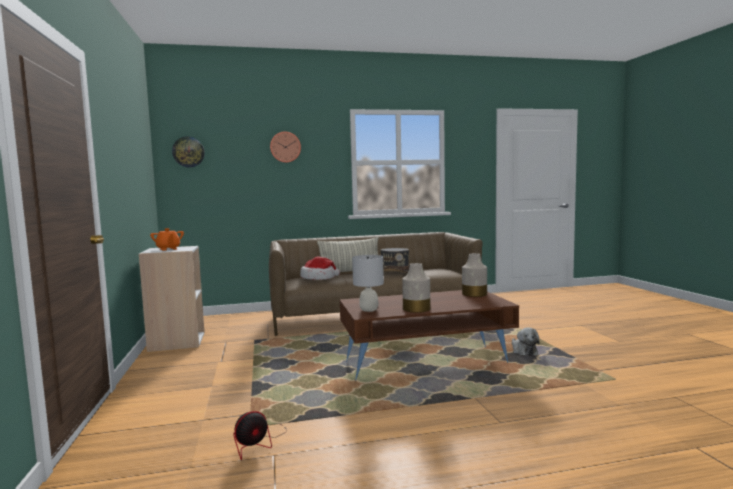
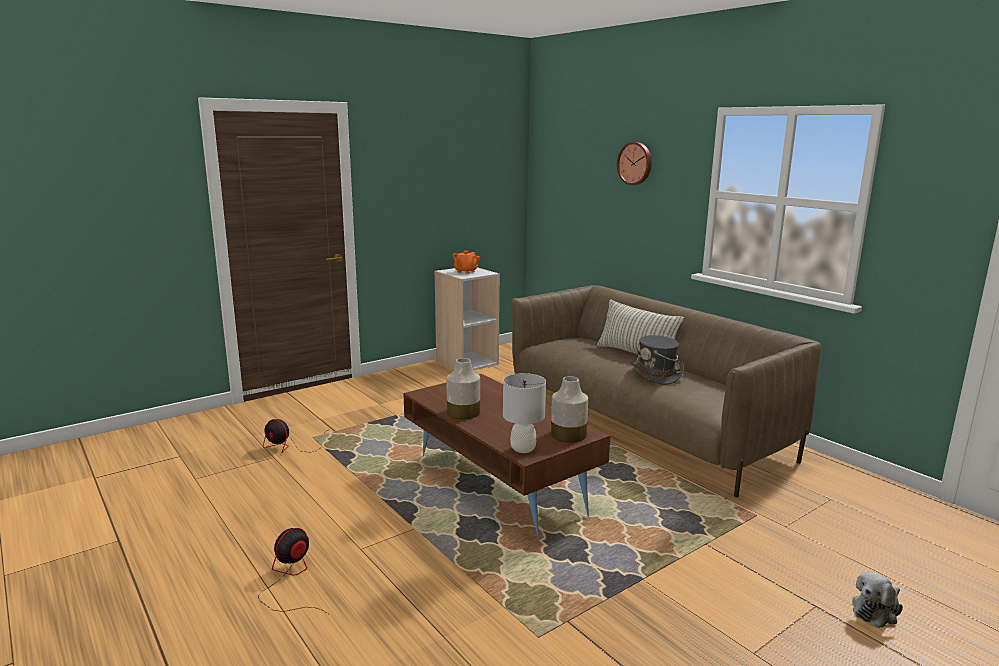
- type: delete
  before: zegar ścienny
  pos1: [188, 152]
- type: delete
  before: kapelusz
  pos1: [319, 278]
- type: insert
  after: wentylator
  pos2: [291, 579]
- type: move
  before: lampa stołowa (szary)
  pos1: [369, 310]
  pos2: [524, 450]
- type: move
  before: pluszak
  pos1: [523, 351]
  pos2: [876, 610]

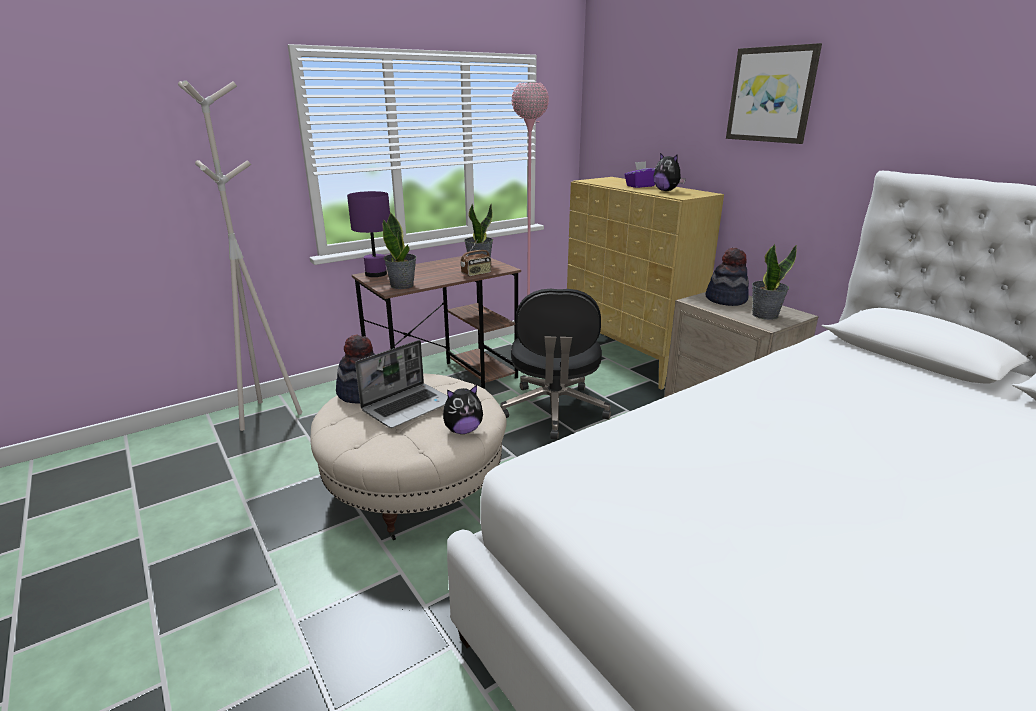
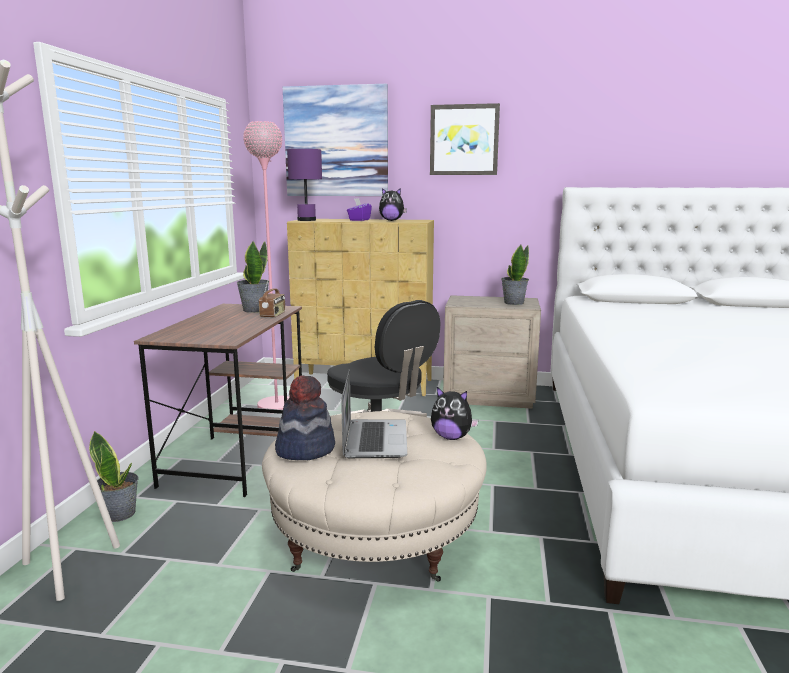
- type: delete
  before: kapelusz
  pos1: [726, 299]
- type: insert
  after: obraz
  pos2: [336, 142]
- type: move
  before: lampa stołowa (fioletowy)
  pos1: [375, 274]
  pos2: [307, 220]
- type: move
  before: roślina doniczkowa
  pos1: [402, 285]
  pos2: [120, 513]
- type: rotate
  before: pluszak
  pos1: [463, 430]
  pos2: [451, 437]
  turn: 90

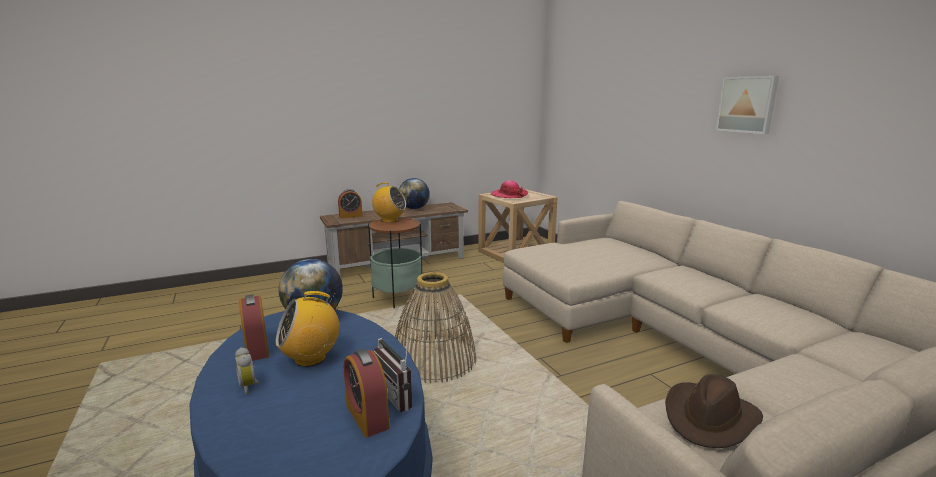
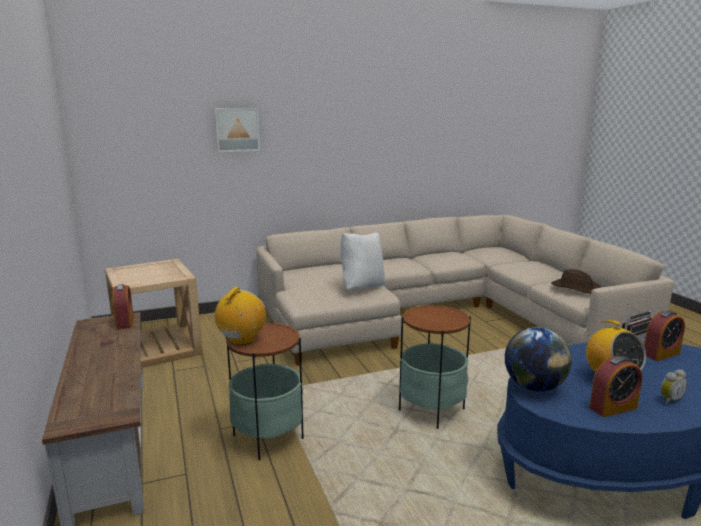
- type: delete
  before: globus
  pos1: [414, 208]
- type: delete
  before: kapelusz
  pos1: [509, 195]
- type: insert
  after: poduszka (biały)
  pos2: [362, 288]
- type: move
  before: budzik
  pos1: [350, 216]
  pos2: [125, 322]
- type: move
  before: obraz
  pos1: [747, 104]
  pos2: [237, 129]
- type: replace
  before: koszyk
  after: stolik
  pos1: [434, 360]
  pos2: [431, 410]

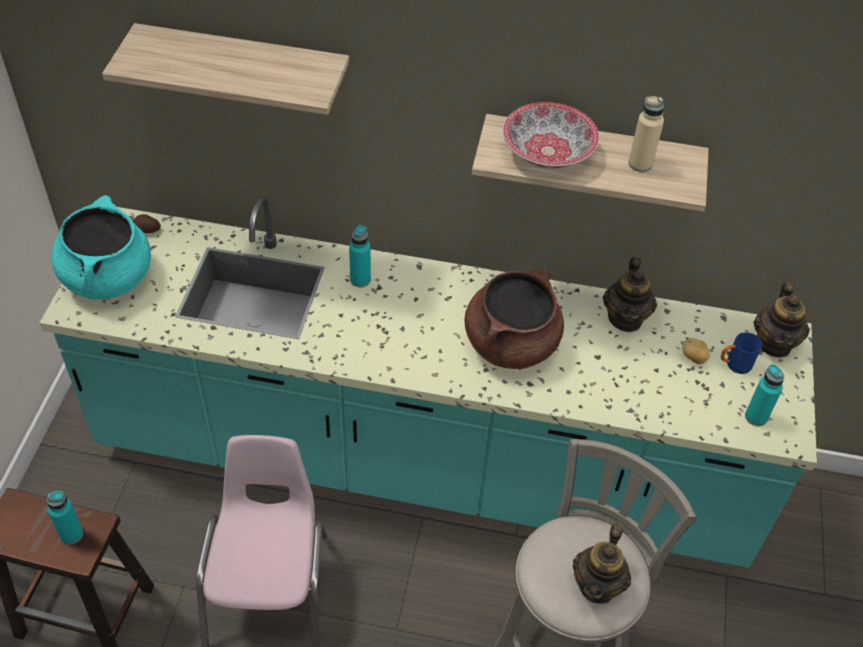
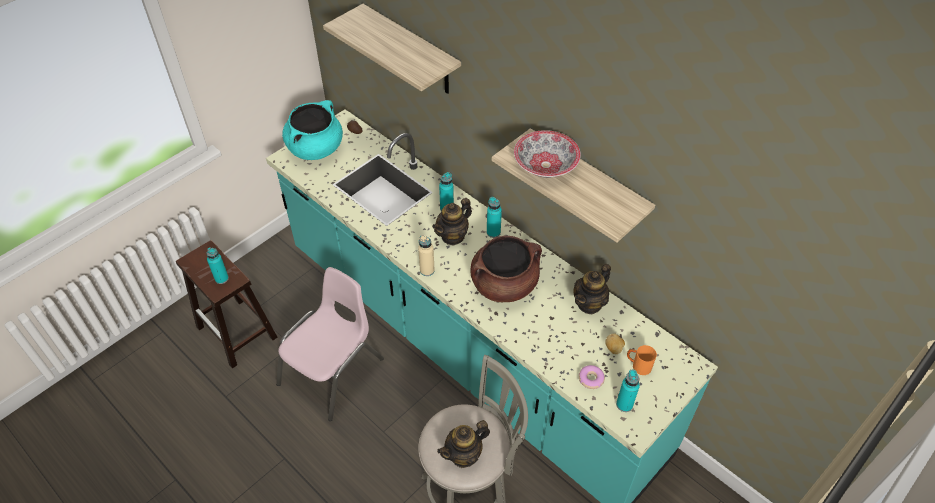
- type: insert
  after: butelka (turkusowy)
  pos2: [493, 232]
- type: insert
  after: donut
  pos2: [591, 379]
- type: move
  before: butelka (beżowy)
  pos1: [640, 164]
  pos2: [427, 270]
- type: move
  before: imbryk
  pos1: [774, 343]
  pos2: [453, 236]
- type: recolor
  before: kubek (niebieski)
  after: kubek (pomarańczowy)
  pos1: [734, 365]
  pos2: [638, 366]

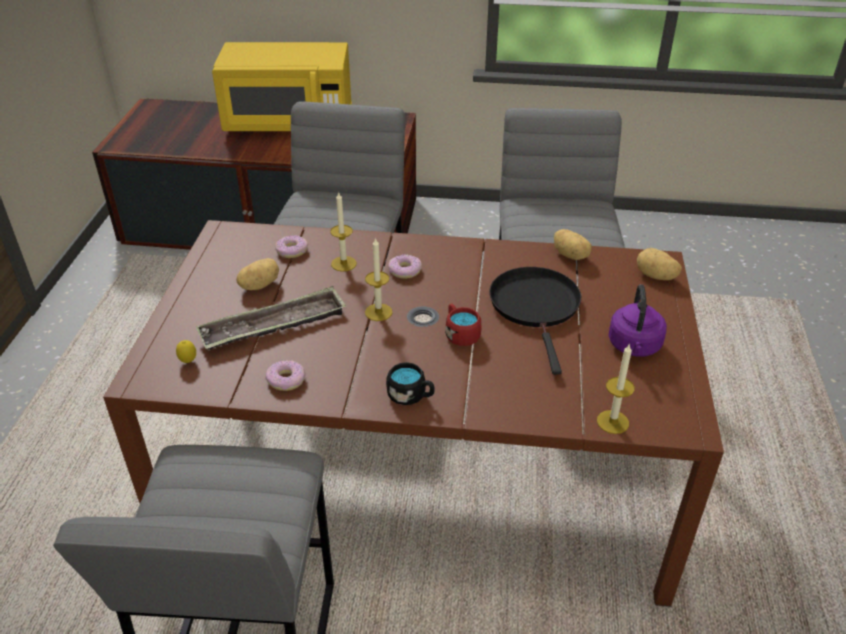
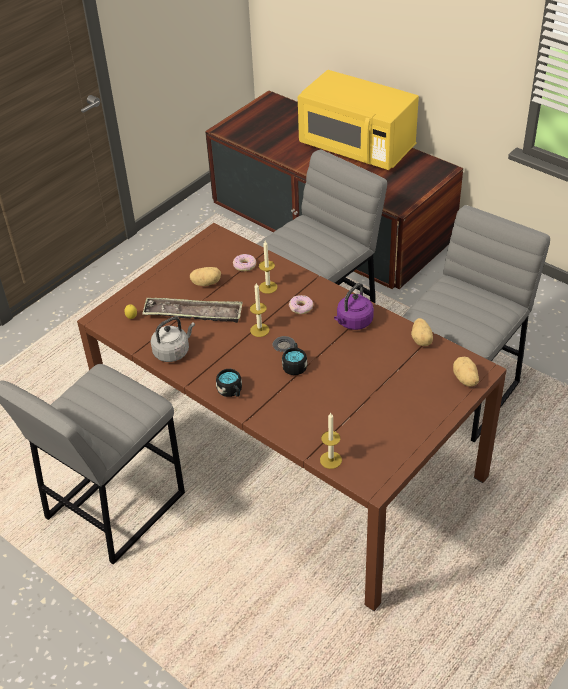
- type: delete
  before: patelnia (czarny)
  pos1: [536, 307]
- type: move
  before: czajnik (fioletowy)
  pos1: [634, 347]
  pos2: [353, 322]
- type: replace
  before: donut
  after: czajnik (szary)
  pos1: [286, 380]
  pos2: [173, 351]
- type: recolor
  before: kubek (czerwony)
  after: kubek (czarny)
  pos1: [460, 334]
  pos2: [295, 365]

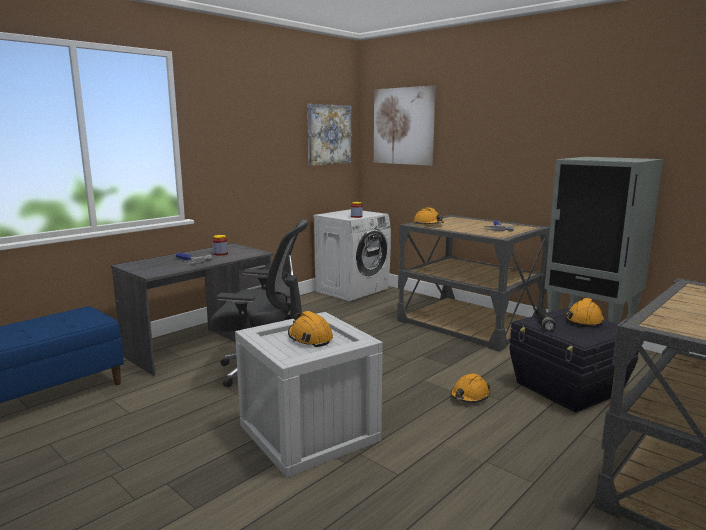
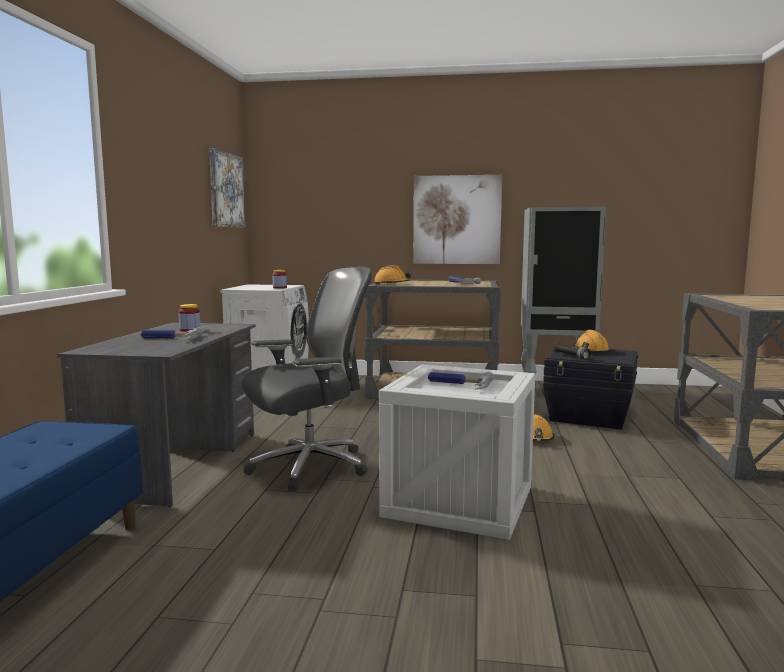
- type: move
  before: obraz
  pos1: [403, 126]
  pos2: [456, 220]
- type: replace
  before: kask (pomarańczowy)
  after: młotek
  pos1: [310, 338]
  pos2: [458, 384]

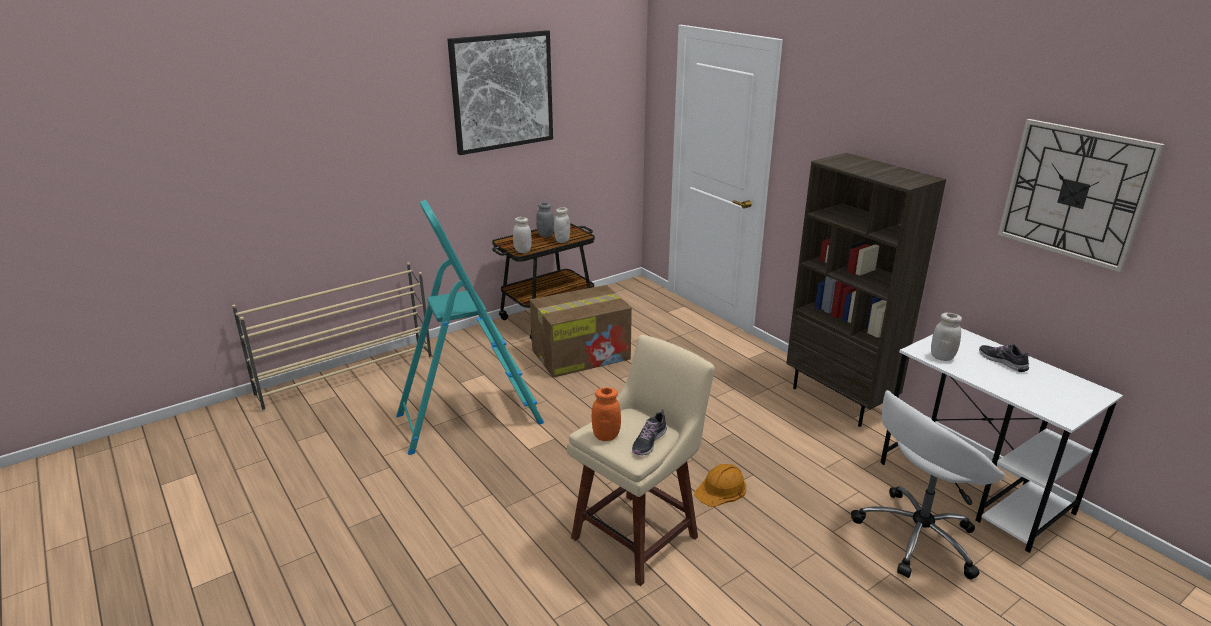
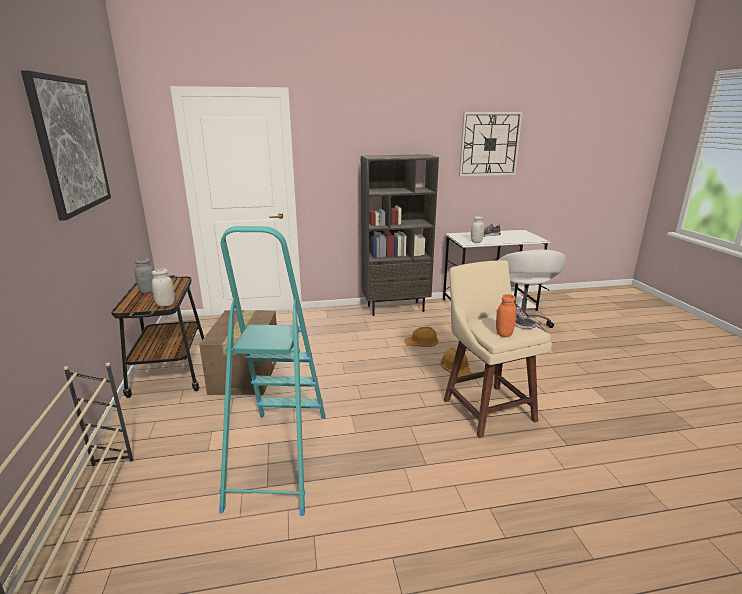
- type: delete
  before: słoik (biały)
  pos1: [562, 240]
- type: insert
  after: kask (pomarańczowy)
  pos2: [422, 341]

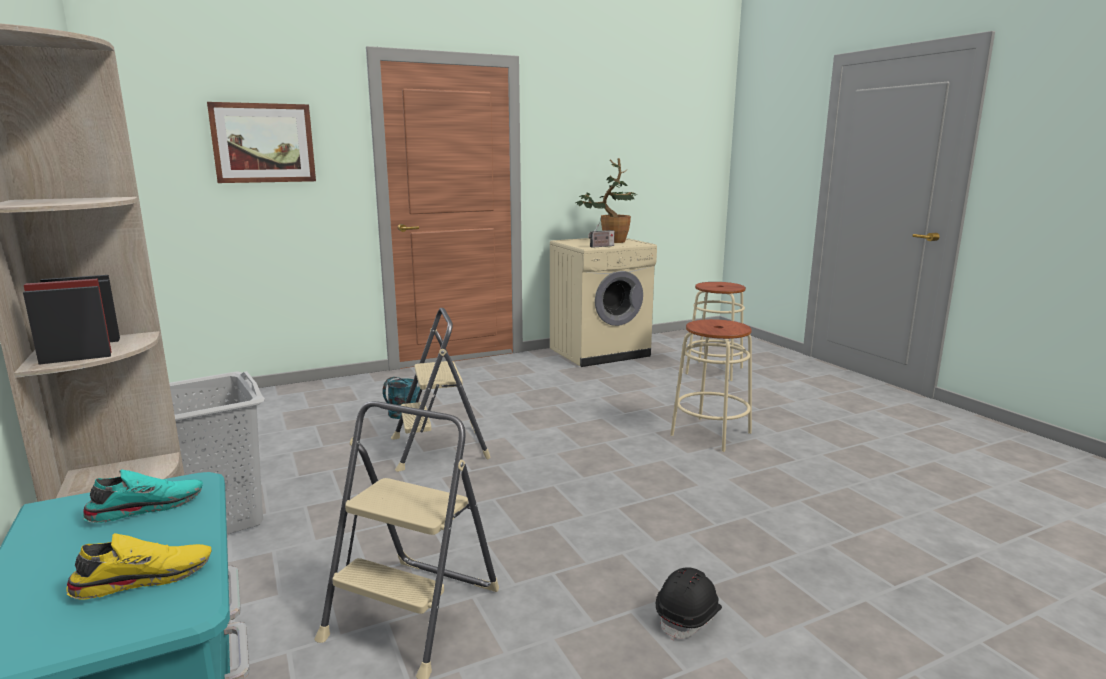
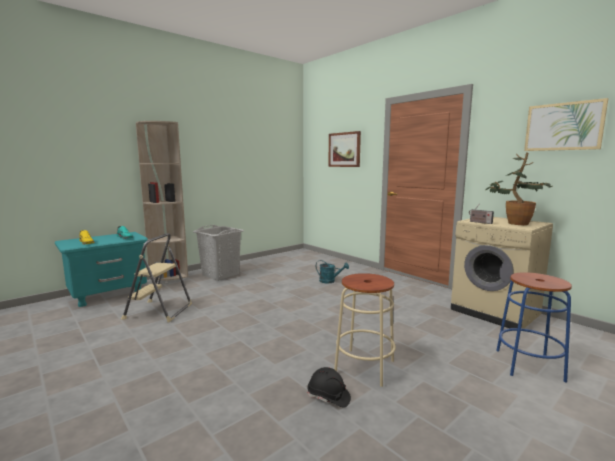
- type: delete
  before: drabinka (beżowy)
  pos1: [444, 447]
- type: insert
  after: obraz
  pos2: [563, 126]
- type: move
  before: kask (czarny)
  pos1: [689, 617]
  pos2: [328, 397]
- type: recolor
  before: stołek (beżowy)
  after: stołek (niebieski)
  pos1: [714, 370]
  pos2: [529, 365]

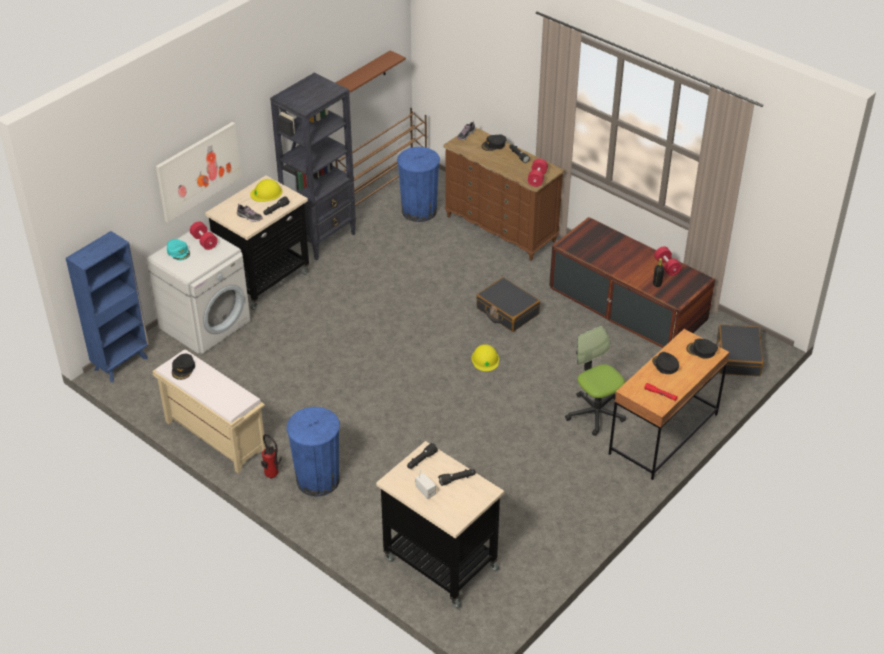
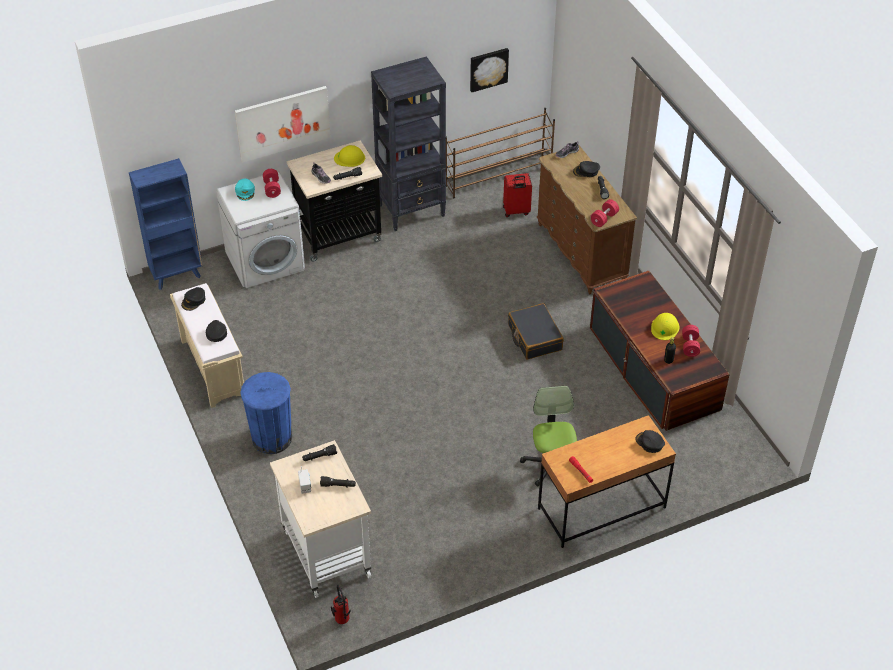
- type: delete
  before: walizka (czarny)
  pos1: [737, 357]
- type: move
  before: gaśnica
  pos1: [272, 476]
  pos2: [342, 622]
- type: move
  before: kask (żółty)
  pos1: [485, 359]
  pos2: [665, 327]
- type: move
  before: czapka z daszkiem (czarny)
  pos1: [665, 365]
  pos2: [216, 333]
- type: replace
  before: półka (brązowy)
  after: obraz
  pos1: [363, 76]
  pos2: [488, 69]
- type: replace
  before: kosz na śmieci (niebieski)
  after: walizka (czerwony)
  pos1: [419, 211]
  pos2: [516, 211]
- type: recolor
  before: wózek (czarny)
  after: wózek (biały)
  pos1: [440, 564]
  pos2: [326, 552]

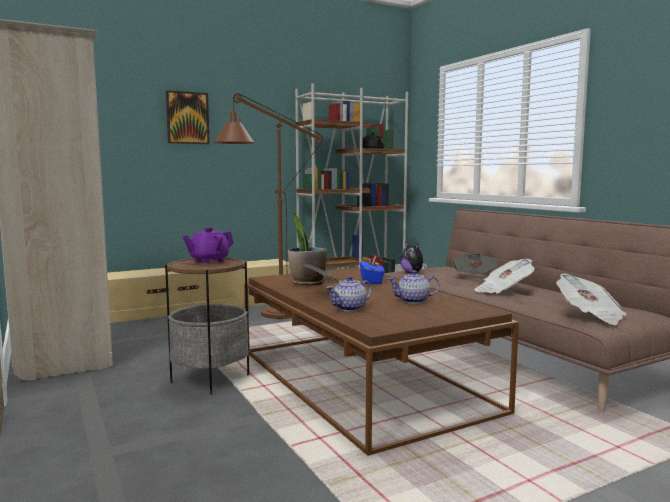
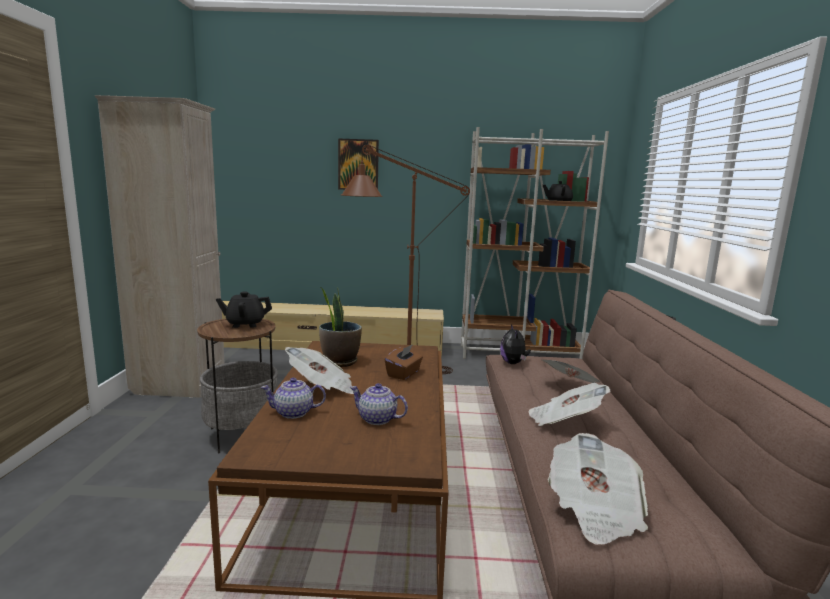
- type: recolor
  before: imbryk (fioletowy)
  after: imbryk (czarny)
  pos1: [209, 261]
  pos2: [245, 324]
- type: recolor
  before: pudełko chusteczek (niebieski)
  after: pudełko chusteczek (brązowy)
  pos1: [371, 281]
  pos2: [404, 374]

